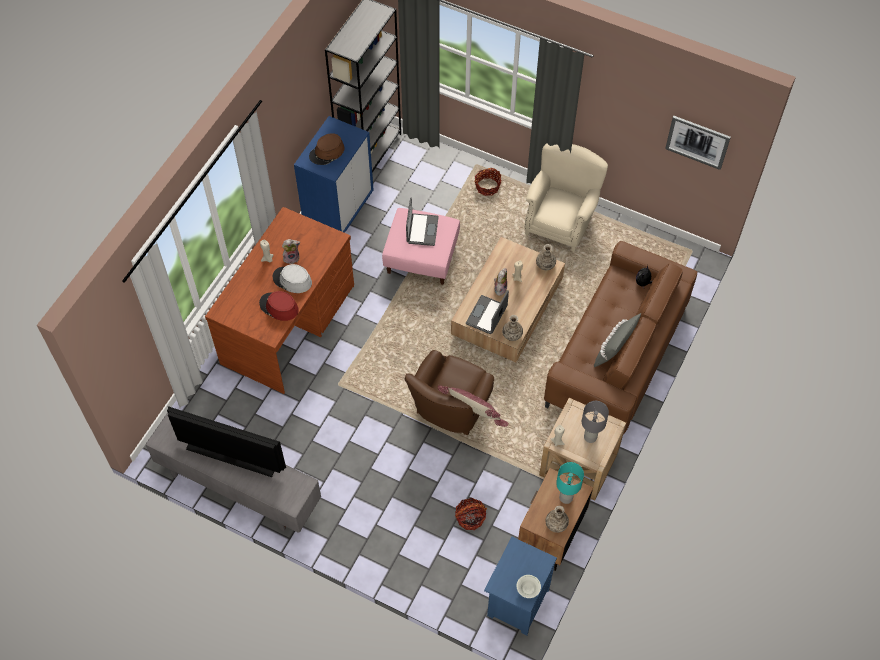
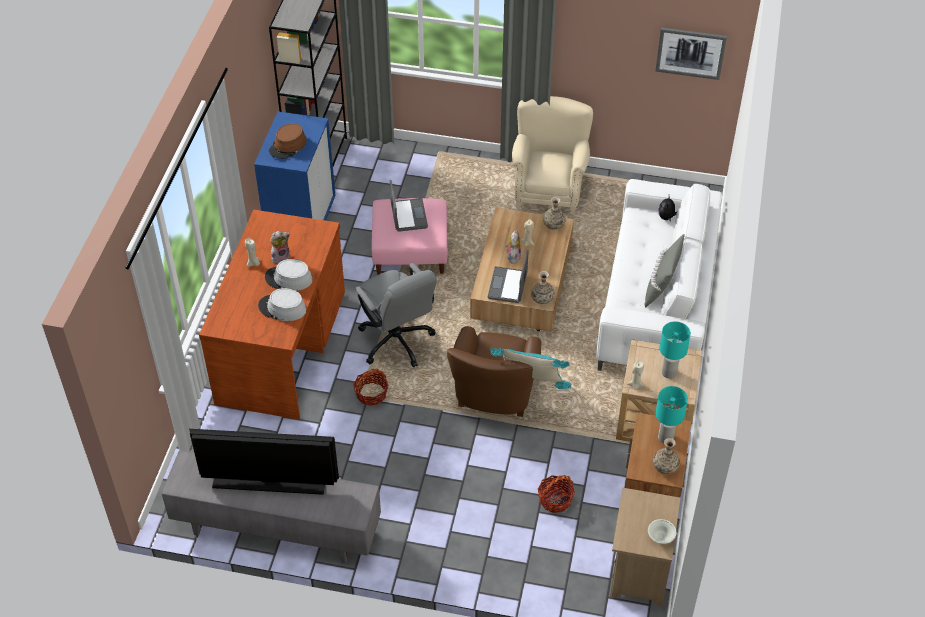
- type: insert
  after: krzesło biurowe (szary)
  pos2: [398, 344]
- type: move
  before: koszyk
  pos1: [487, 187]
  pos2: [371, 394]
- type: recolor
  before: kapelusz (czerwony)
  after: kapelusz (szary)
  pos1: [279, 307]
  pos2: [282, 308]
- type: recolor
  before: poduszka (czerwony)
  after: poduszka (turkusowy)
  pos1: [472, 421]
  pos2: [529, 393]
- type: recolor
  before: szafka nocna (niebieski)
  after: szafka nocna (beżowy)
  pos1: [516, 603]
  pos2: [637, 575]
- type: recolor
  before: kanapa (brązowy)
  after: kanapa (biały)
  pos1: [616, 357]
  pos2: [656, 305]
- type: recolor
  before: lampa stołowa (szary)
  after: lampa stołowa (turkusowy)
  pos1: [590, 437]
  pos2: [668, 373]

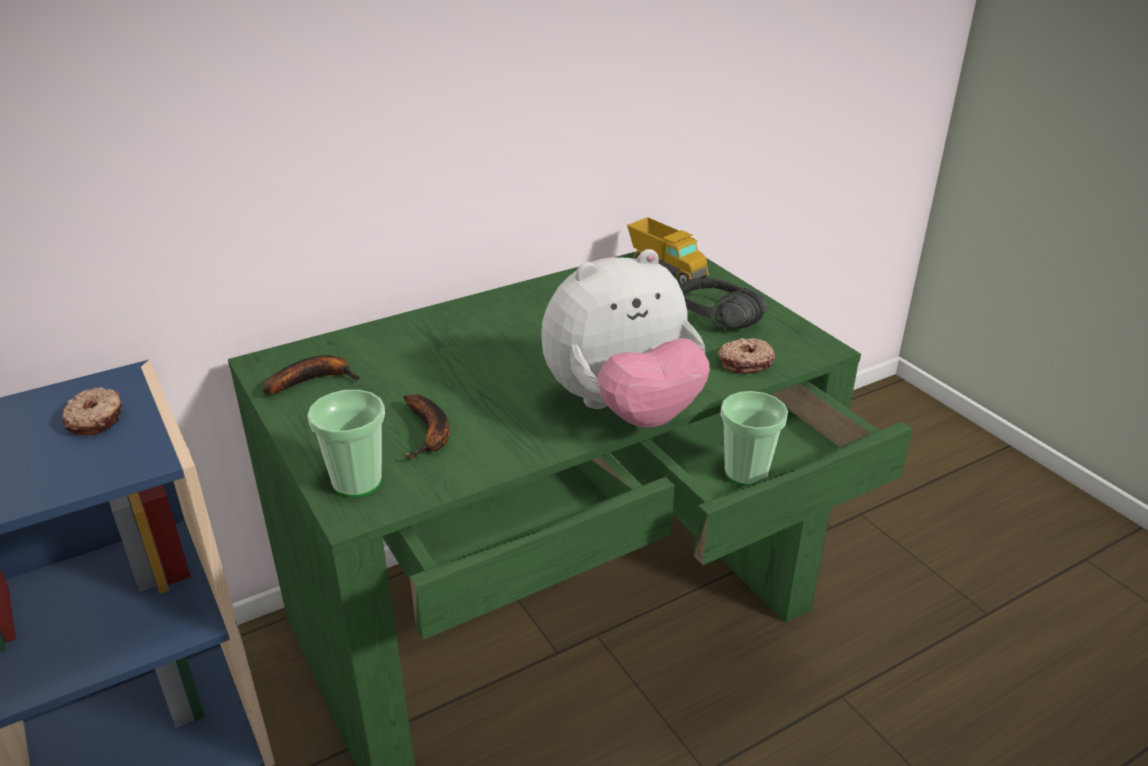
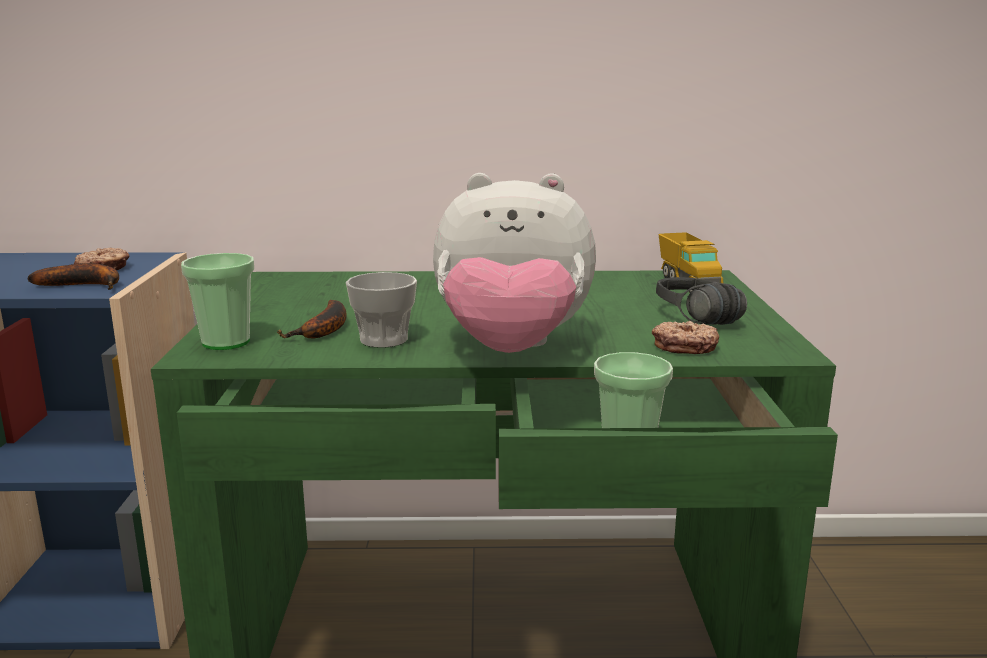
- type: insert
  after: filiżanka
  pos2: [383, 340]
- type: move
  before: banan
  pos1: [314, 380]
  pos2: [85, 285]

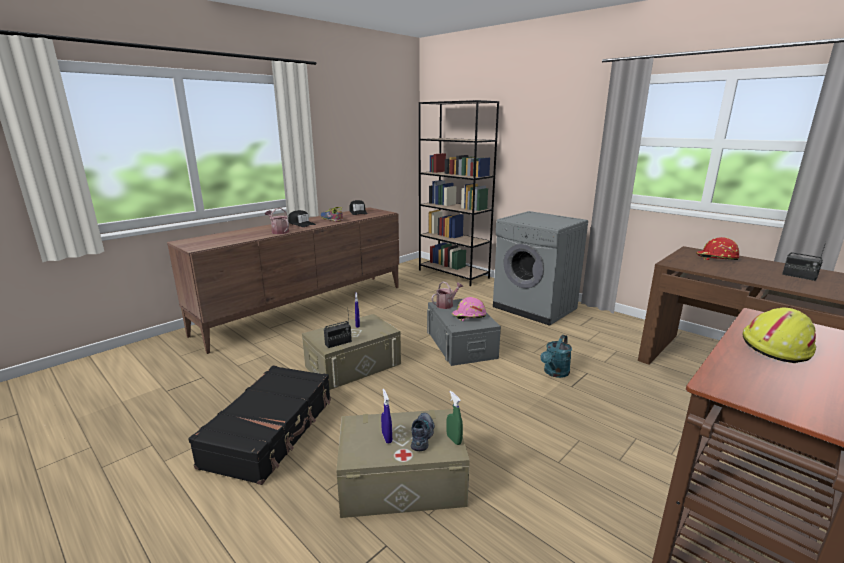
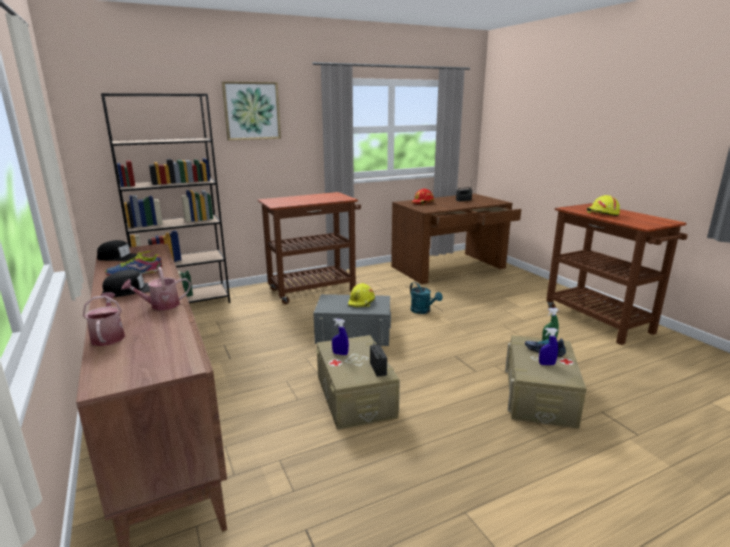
- type: delete
  before: walizka (czarny)
  pos1: [271, 431]
- type: insert
  after: obraz
  pos2: [251, 111]
- type: move
  before: konewka
  pos1: [446, 304]
  pos2: [108, 336]
- type: replace
  before: pralka (szary)
  after: wózek (brązowy)
  pos1: [534, 308]
  pos2: [313, 290]
- type: recolor
  before: kask (różowy)
  after: kask (żółty)
  pos1: [468, 316]
  pos2: [362, 302]

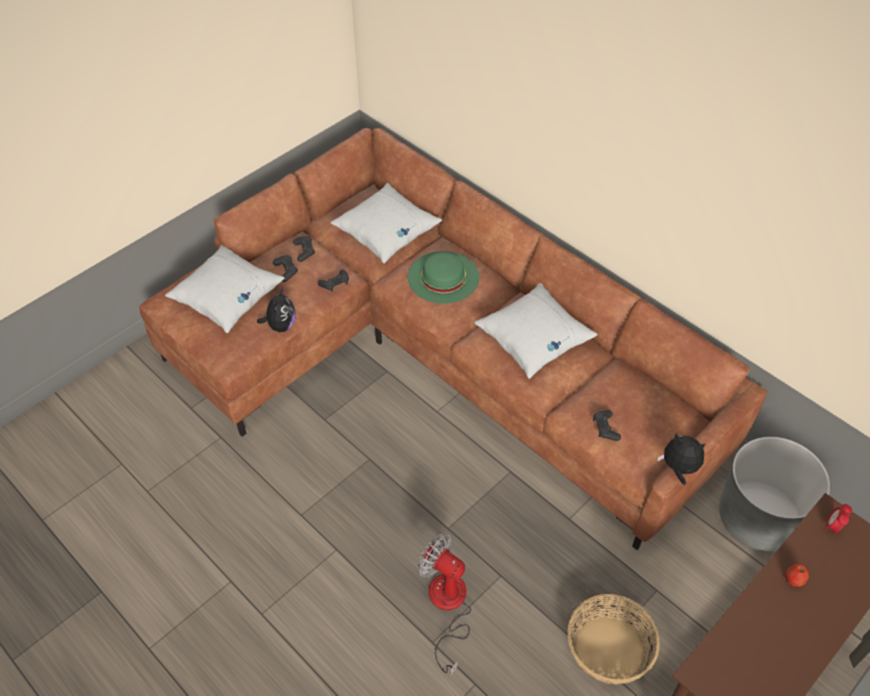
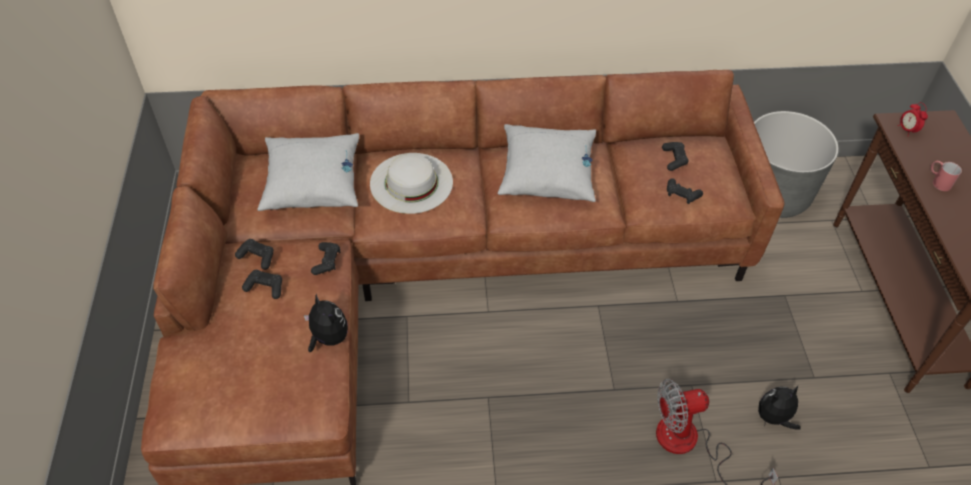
- type: delete
  before: poduszka (szary)
  pos1: [227, 298]
- type: delete
  before: koszyk
  pos1: [608, 648]
- type: insert
  after: pad do gier (czarny)
  pos2: [674, 159]
- type: move
  before: pluszak
  pos1: [678, 468]
  pos2: [773, 418]
- type: replace
  before: jabłko
  after: kubek (czerwony)
  pos1: [793, 580]
  pos2: [938, 181]
- type: recolor
  before: kapelusz (zielony)
  after: kapelusz (biały)
  pos1: [443, 277]
  pos2: [411, 182]

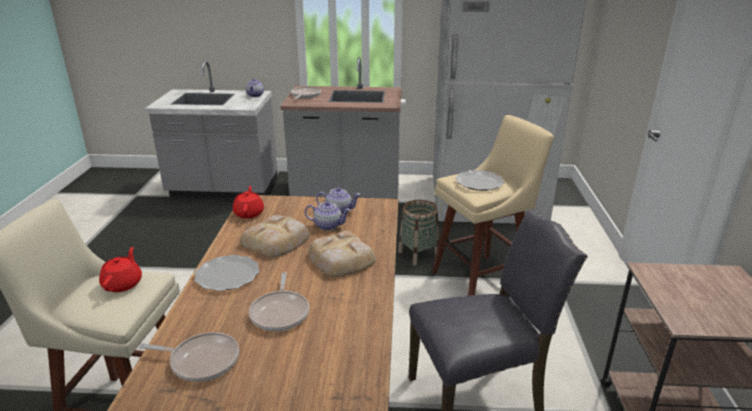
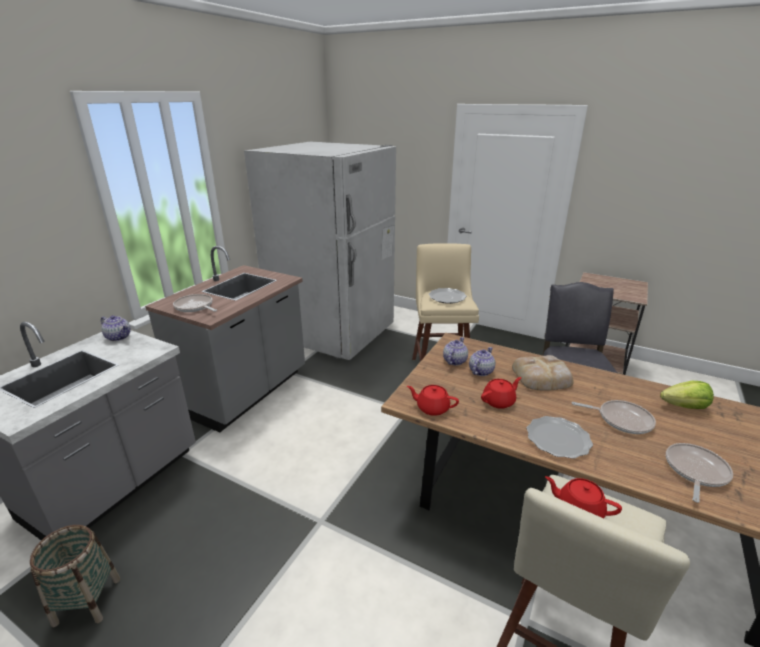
- type: insert
  after: sałata
  pos2: [684, 406]
- type: move
  before: koszyk
  pos1: [418, 254]
  pos2: [87, 601]
- type: replace
  before: chleb
  after: imbryk (czerwony)
  pos1: [277, 241]
  pos2: [499, 401]

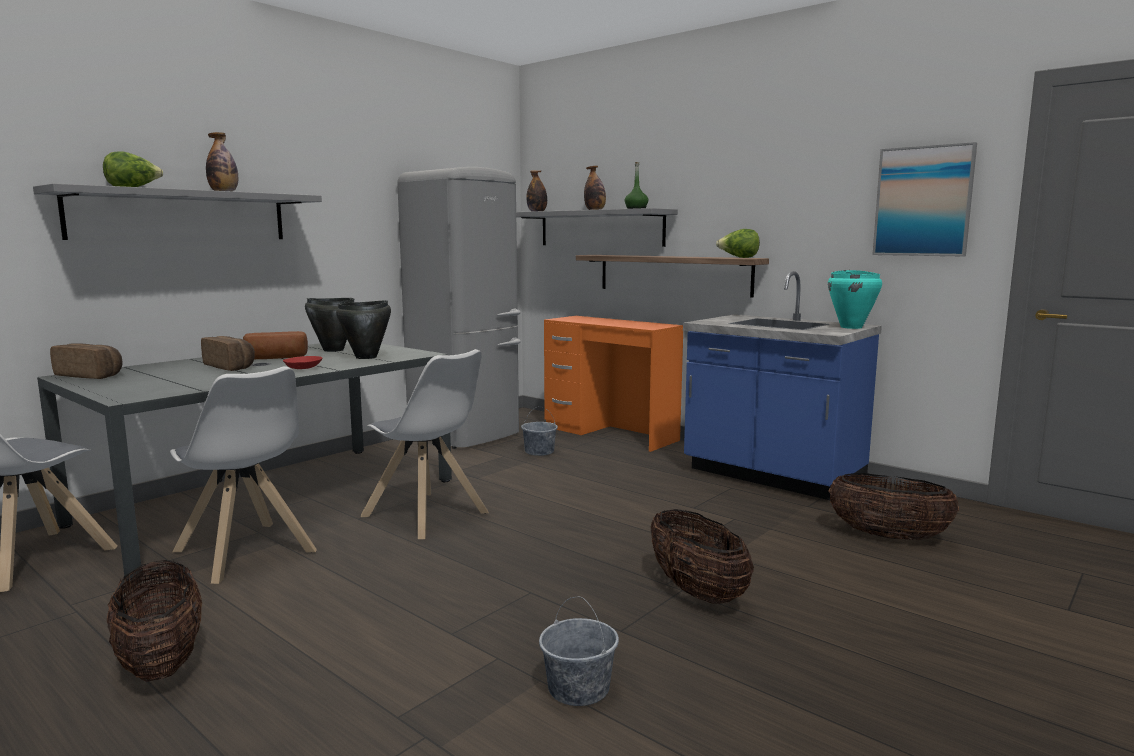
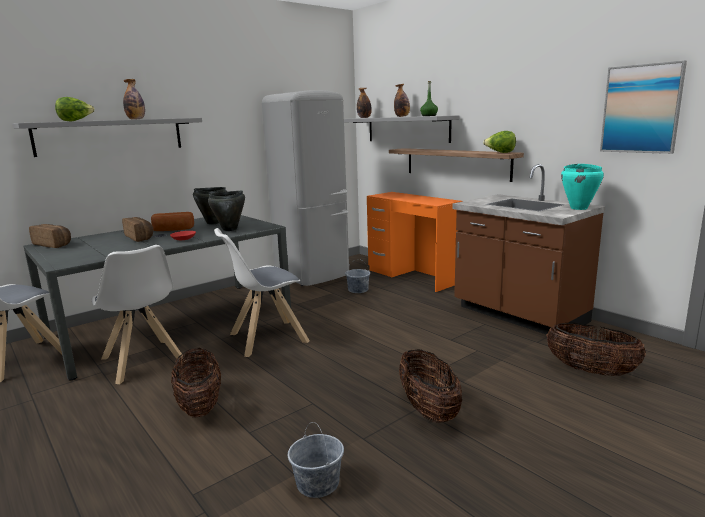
- type: move
  before: koszyk
  pos1: [161, 661]
  pos2: [200, 405]
- type: recolor
  before: zabudowa kuchenna (niebieski)
  after: zabudowa kuchenna (brązowy)
  pos1: [772, 476]
  pos2: [518, 315]
- type: rotate
  before: krzesło
  pos1: [427, 516]
  pos2: [266, 338]
  turn: 105

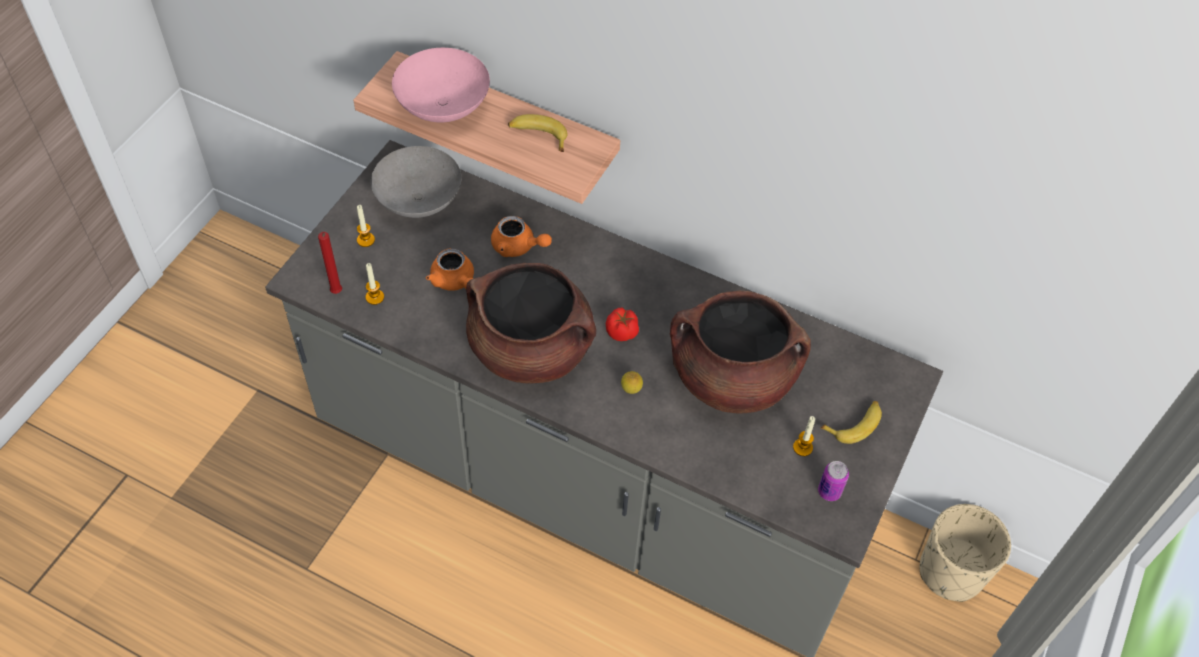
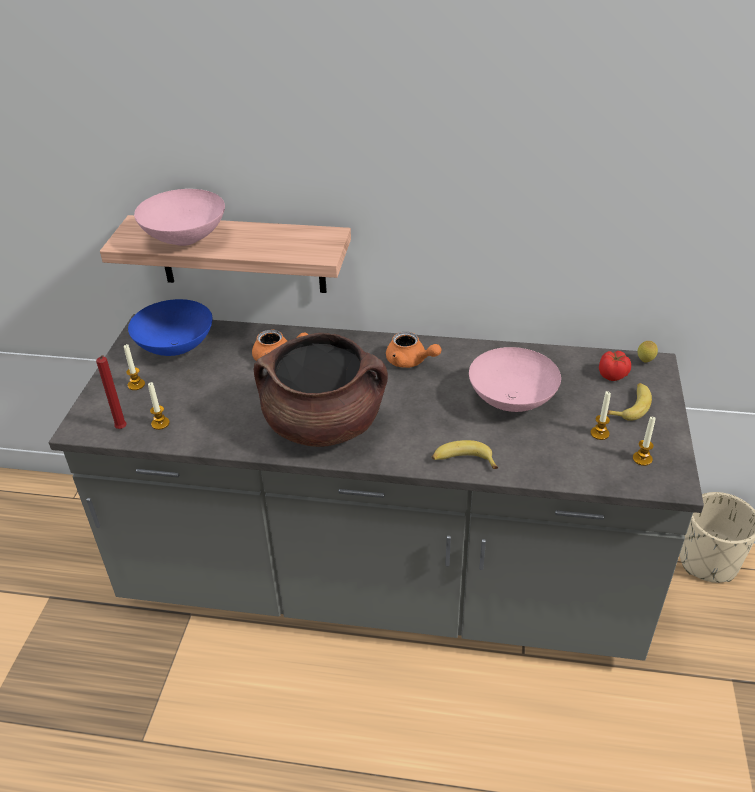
- type: move
  before: imbryk (pomarańczowy)
  pos1: [455, 281]
  pos2: [410, 361]
- type: move
  before: banan
  pos1: [538, 135]
  pos2: [463, 460]
- type: move
  before: pomidor
  pos1: [622, 332]
  pos2: [613, 375]
- type: move
  before: cytryna
  pos1: [631, 391]
  pos2: [645, 362]
- type: replace
  before: garnek (brązowy)
  after: miska (różowy)
  pos1: [731, 378]
  pos2: [510, 401]
- type: replace
  before: puszka
  after: świeca
  pos1: [829, 491]
  pos2: [642, 459]
- type: recolor
  before: miska (szary)
  after: miska (niebieski)
  pos1: [420, 202]
  pos2: [177, 348]

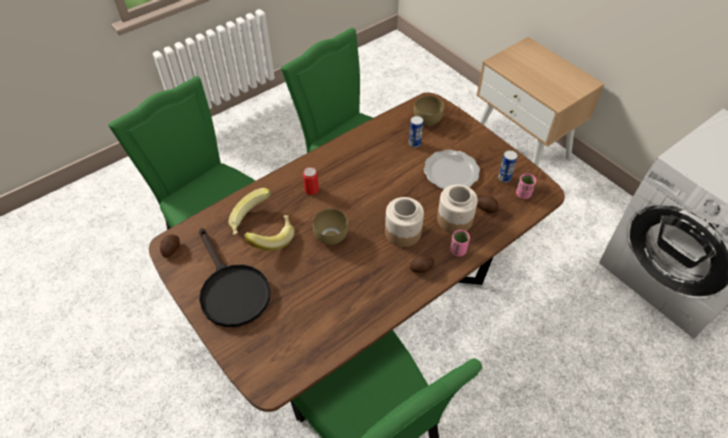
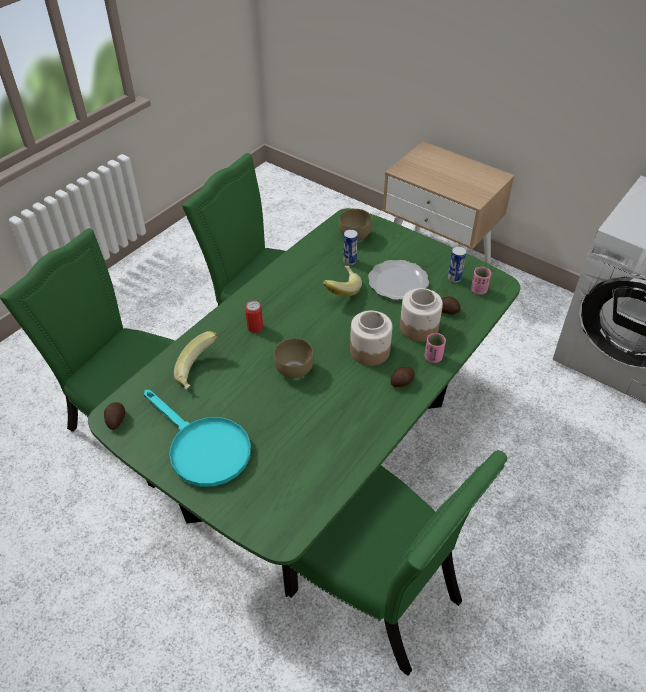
- type: move
  before: banan
  pos1: [272, 239]
  pos2: [340, 289]
- type: recolor
  before: stół jadalny (brązowy)
  after: stół jadalny (zielony)
  pos1: [363, 310]
  pos2: [323, 461]
- type: recolor
  before: patelnia (czarny)
  after: patelnia (turkusowy)
  pos1: [231, 290]
  pos2: [202, 448]

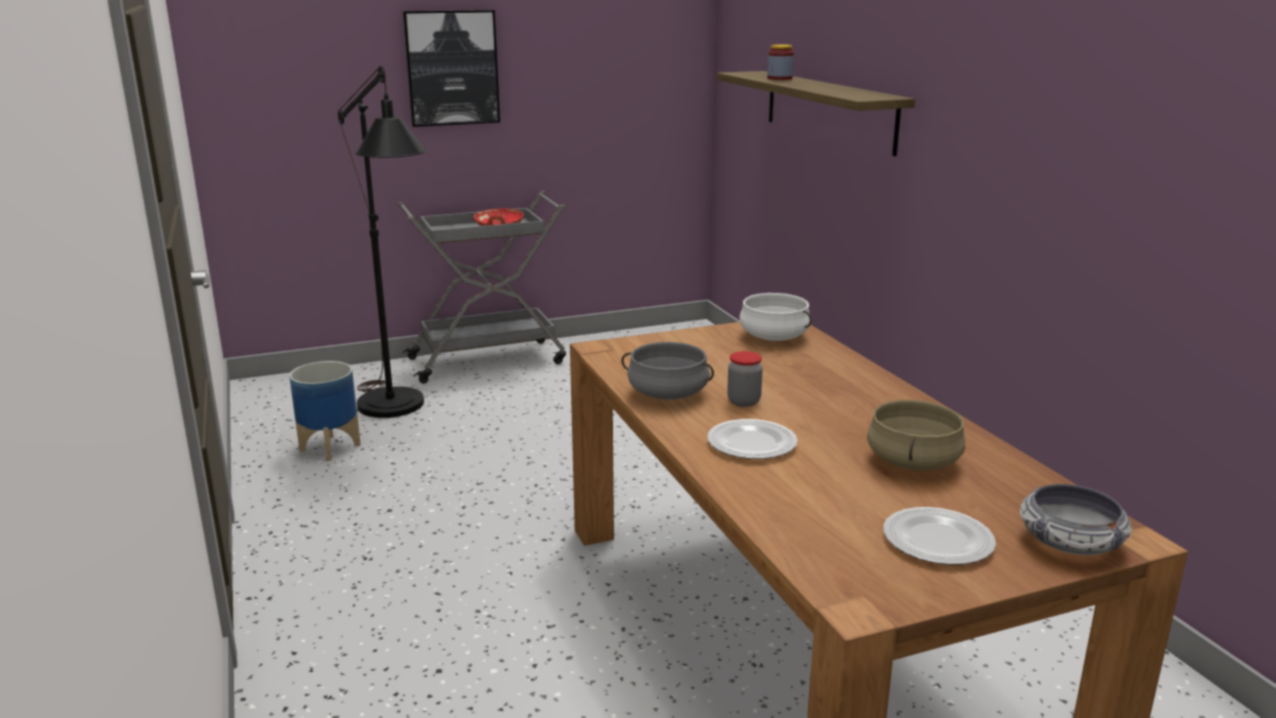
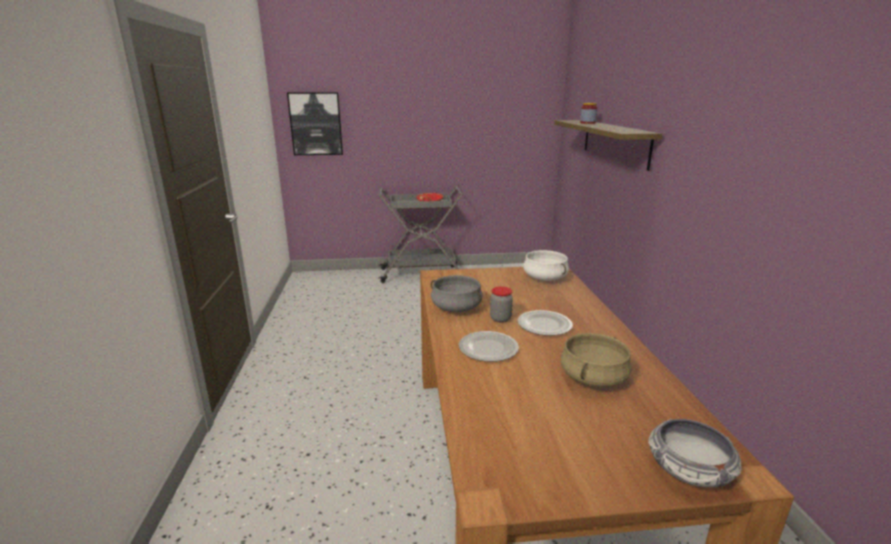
- type: delete
  before: donica
  pos1: [331, 447]
- type: delete
  before: lampa stojąca (czarny)
  pos1: [397, 411]
- type: move
  before: obraz
  pos1: [452, 68]
  pos2: [316, 124]
- type: move
  before: talerz
  pos1: [937, 541]
  pos2: [544, 325]

